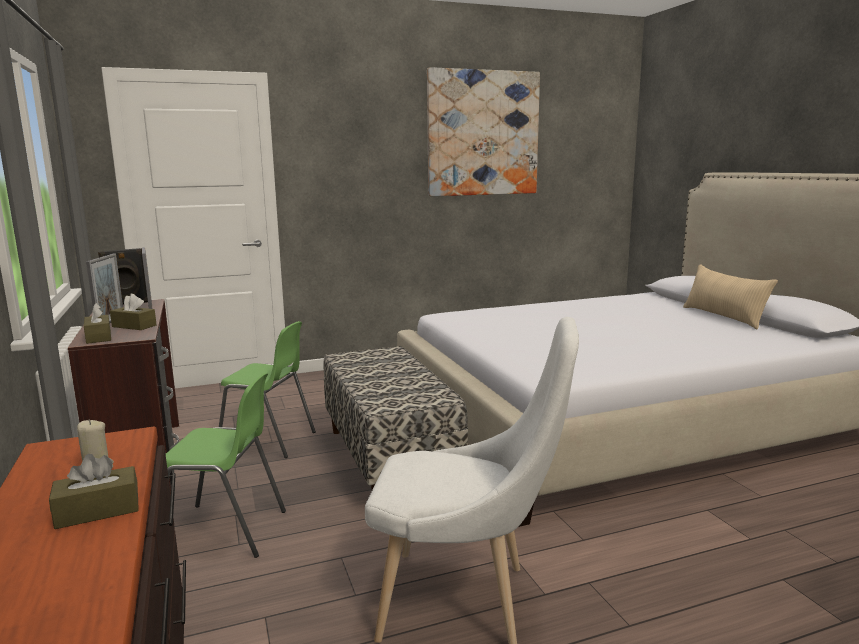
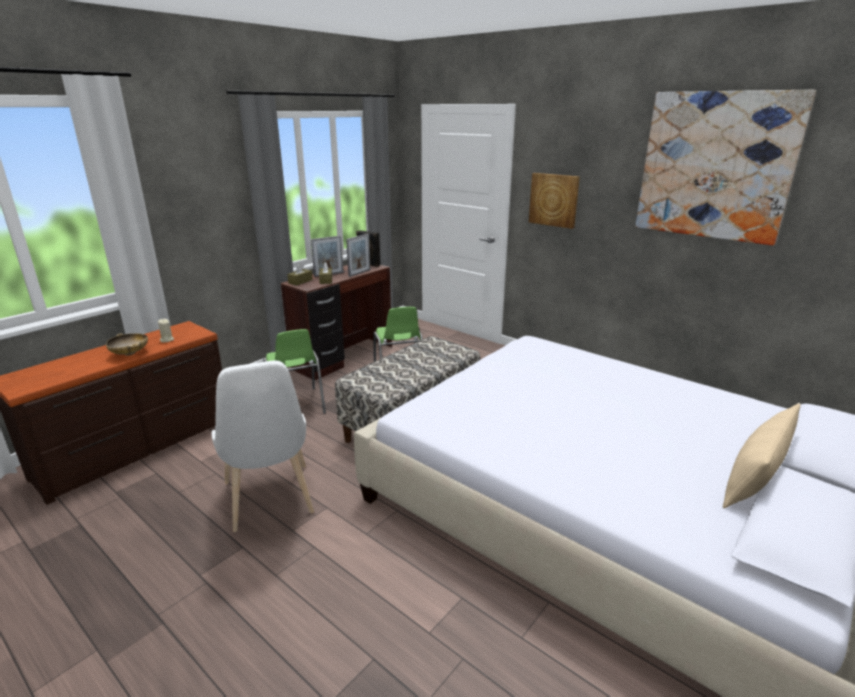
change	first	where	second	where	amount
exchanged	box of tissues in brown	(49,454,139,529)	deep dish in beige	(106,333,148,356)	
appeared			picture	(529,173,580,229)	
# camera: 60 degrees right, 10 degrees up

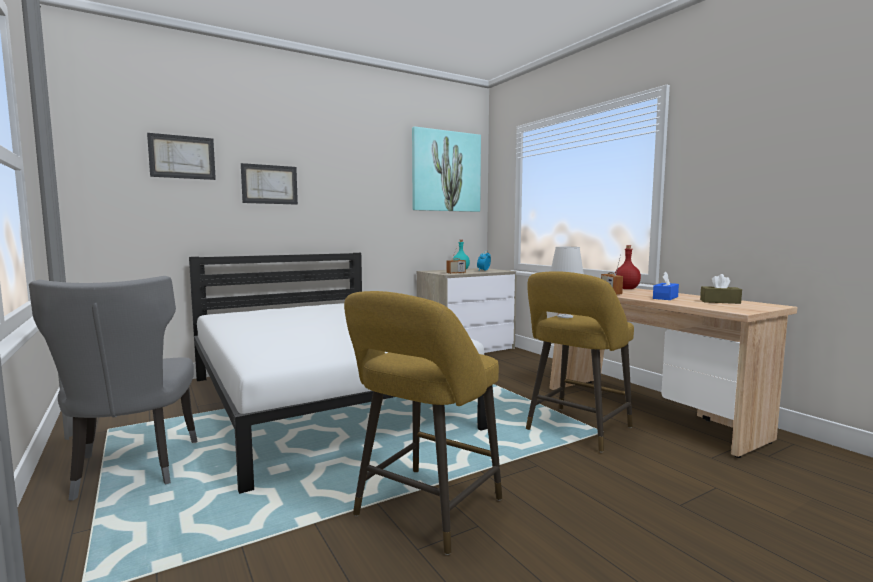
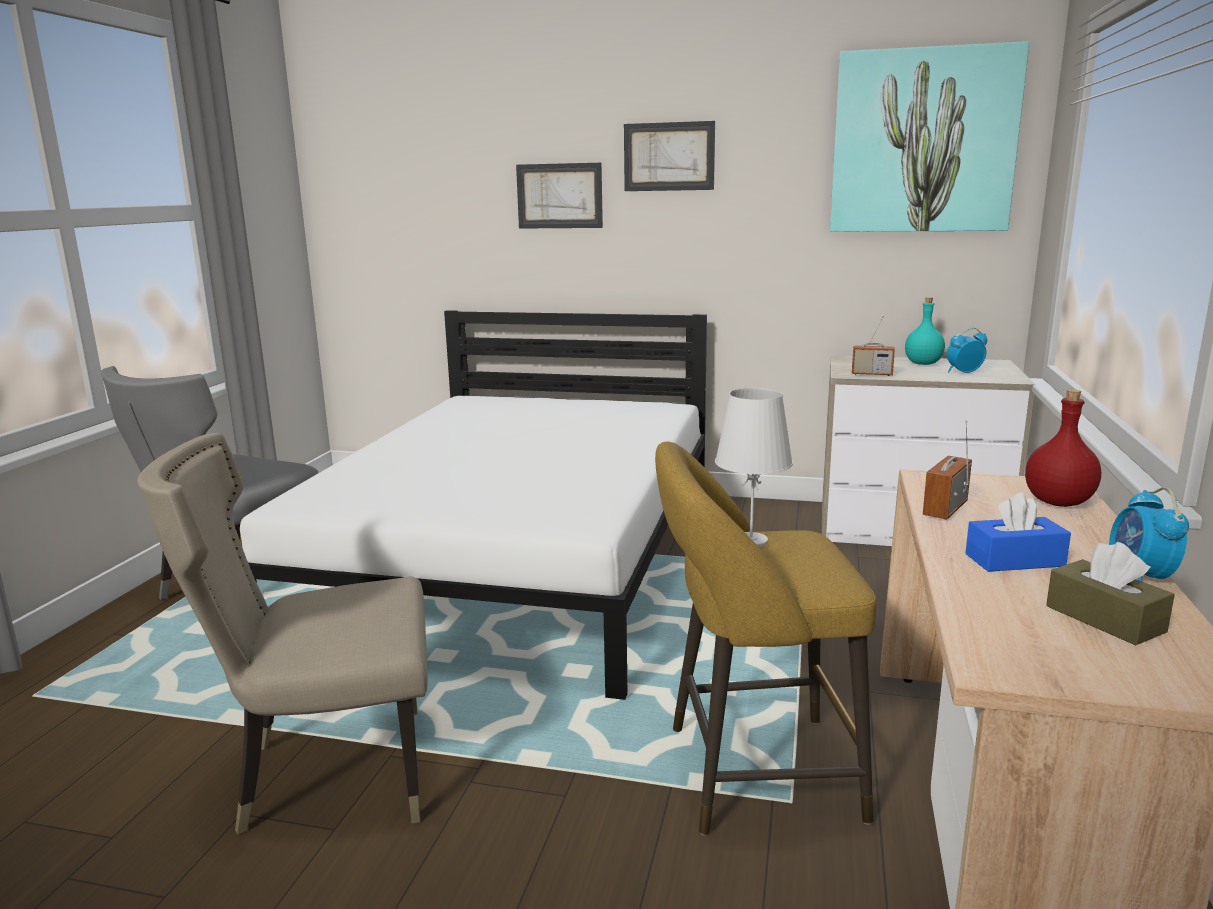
change	first	where	second	where	amount
relocated	picture	(147,133,216,180)		(624,121,715,191)	
exchanged	stool in yellow-coloured	(344,291,502,555)	plain chair in beige	(137,433,428,835)	
appeared			table clock	(1109,487,1189,581)	
# camera: 45 degrees right, 10 degrees up

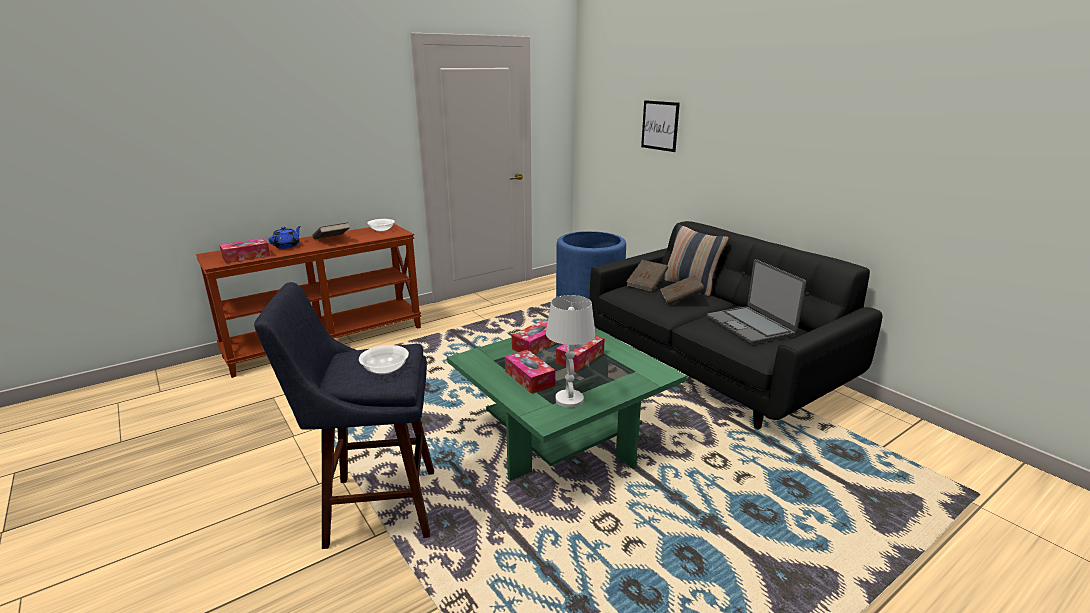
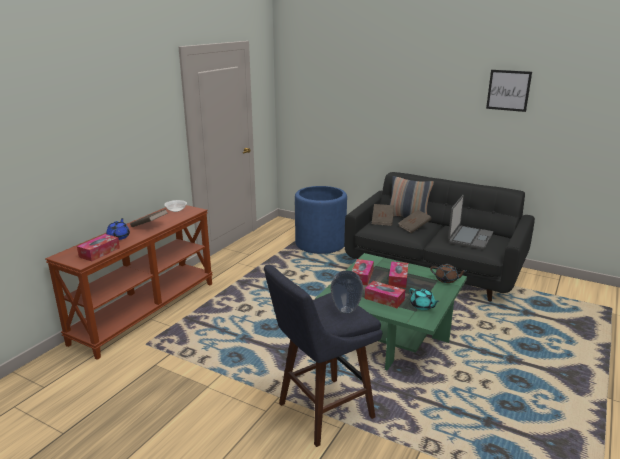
change	first	where	second	where	amount
exchanged	deep dish	(359,345,409,374)	vase	(330,271,363,314)	
exchanged	lamp for a table in white	(546,295,596,408)	pot for tea in blue-green	(409,288,440,310)	
relocated	picture	(641,100,680,152)		(486,70,532,112)	
spun	notebook computer	(707,259,806,344)		(448,195,493,249)	105 degrees counterclockwise
appeared			pot for tea in brown	(430,264,466,283)	
# camera: 25 degrees left, 0 degrees up

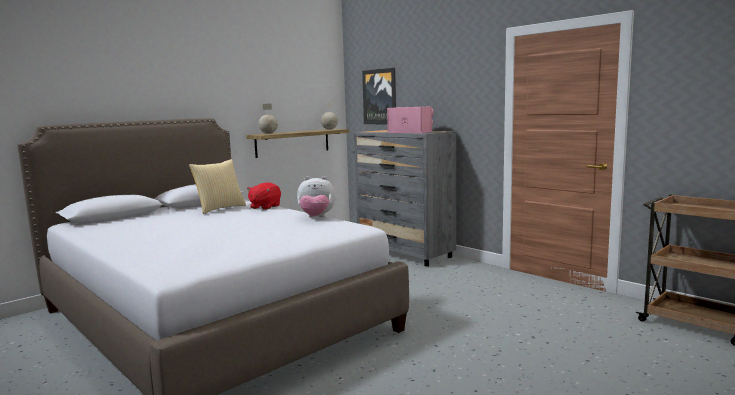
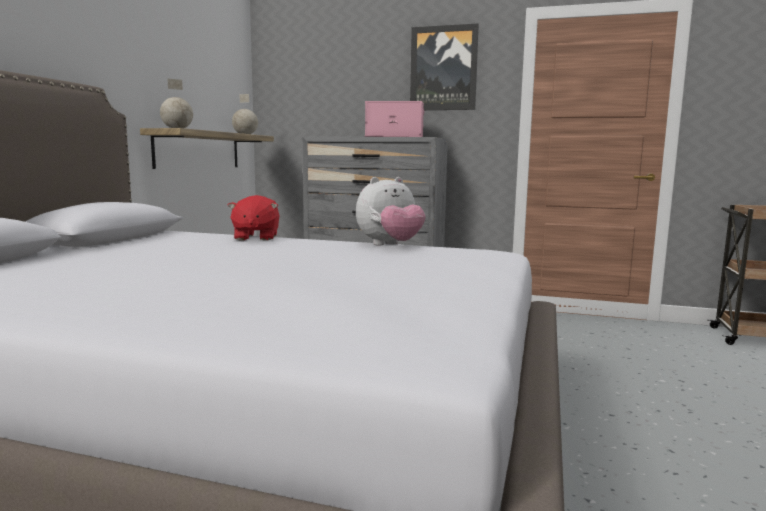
change	first	where	second	where	amount
missing	throw pillow	(189,159,246,214)			
relocated	picture	(362,68,396,124)		(410,23,479,110)	
# camera: 30 degrees left, 0 degrees up

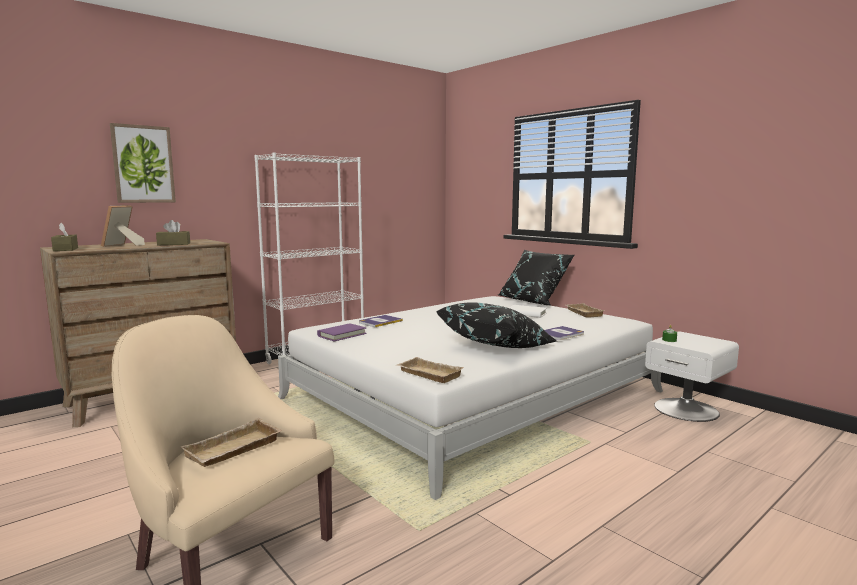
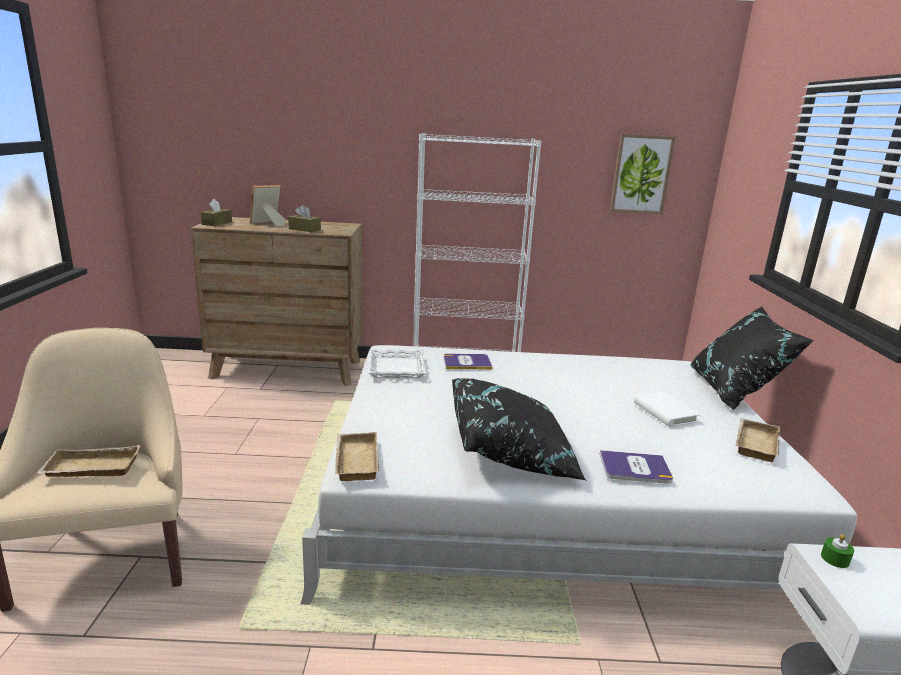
change	first	where	second	where	amount
relocated	picture	(110,123,176,203)		(610,134,675,214)	
exchanged	volume in purple-coloured	(317,323,367,341)	tray in white	(368,349,426,378)	
# camera: 40 degrees right, 10 degrees up

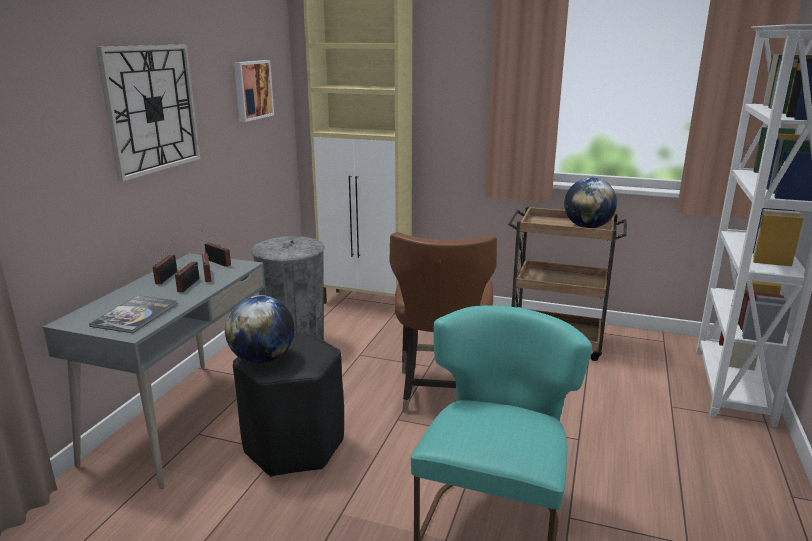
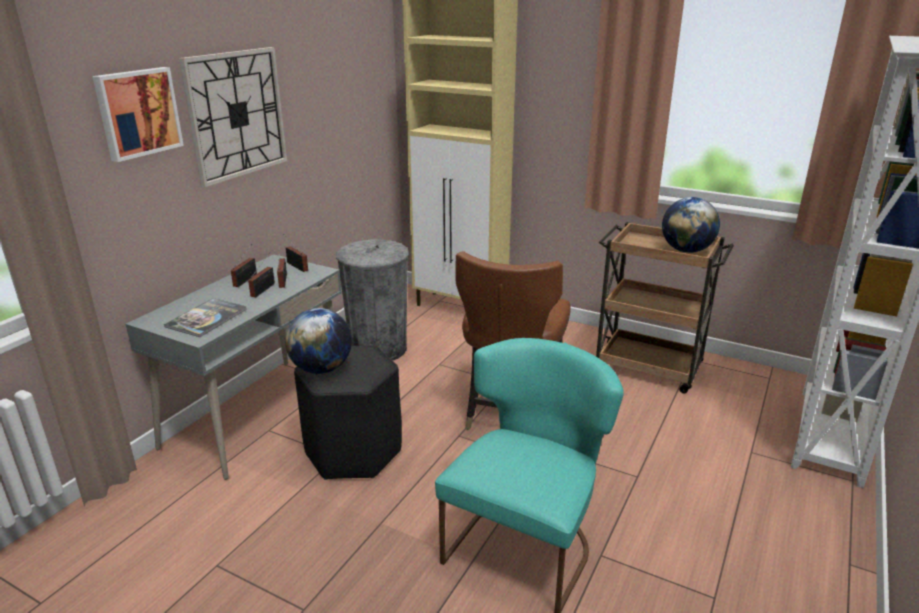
change	first	where	second	where	amount
relocated	picture	(234,60,274,122)		(92,67,184,162)	
# camera: 10 degrees right, 5 degrees up

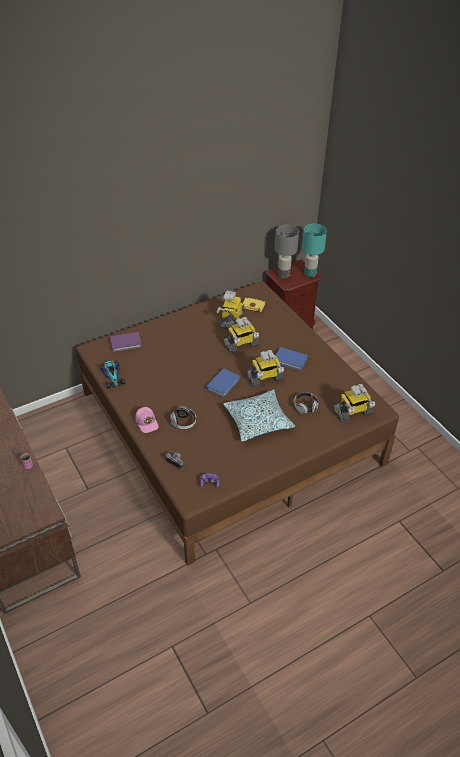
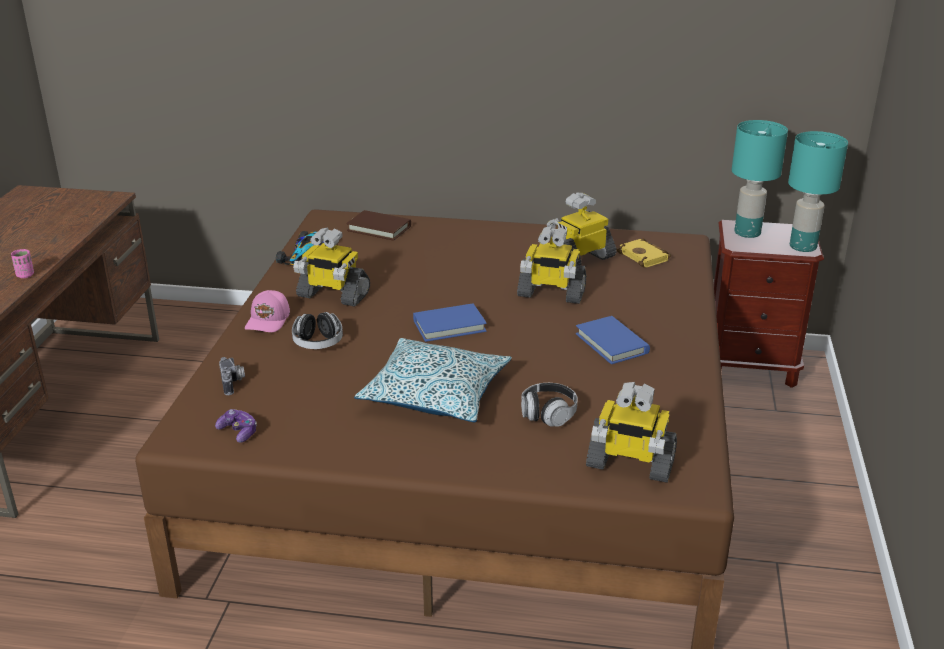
change	first	where	second	where	amount
colour	volume in purple-coloured	(110,332,142,352)	volume in brown	(346,210,411,241)	
relocated	toy robot	(247,350,284,387)		(293,227,370,307)	
colour	lamp for a table in grey	(275,225,299,279)	lamp for a table in blue-green	(732,120,788,238)	
# camera: 40 degrees right, 15 degrees down

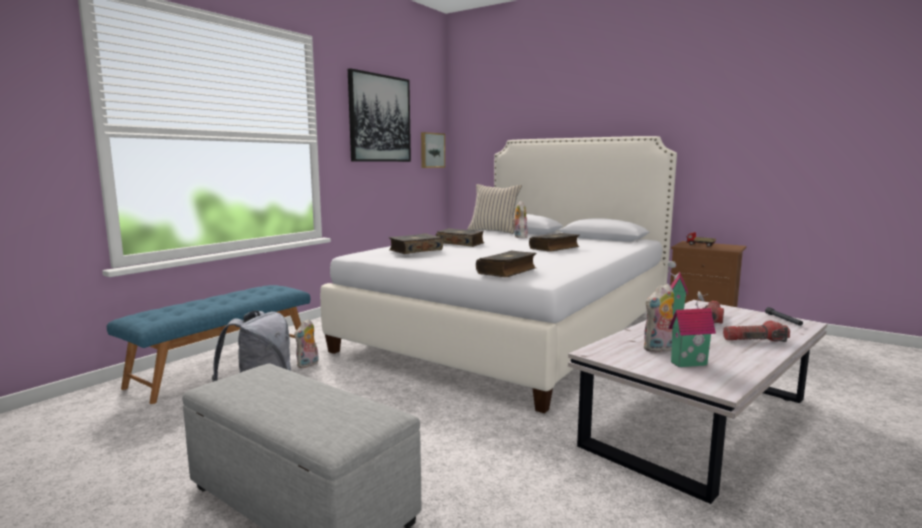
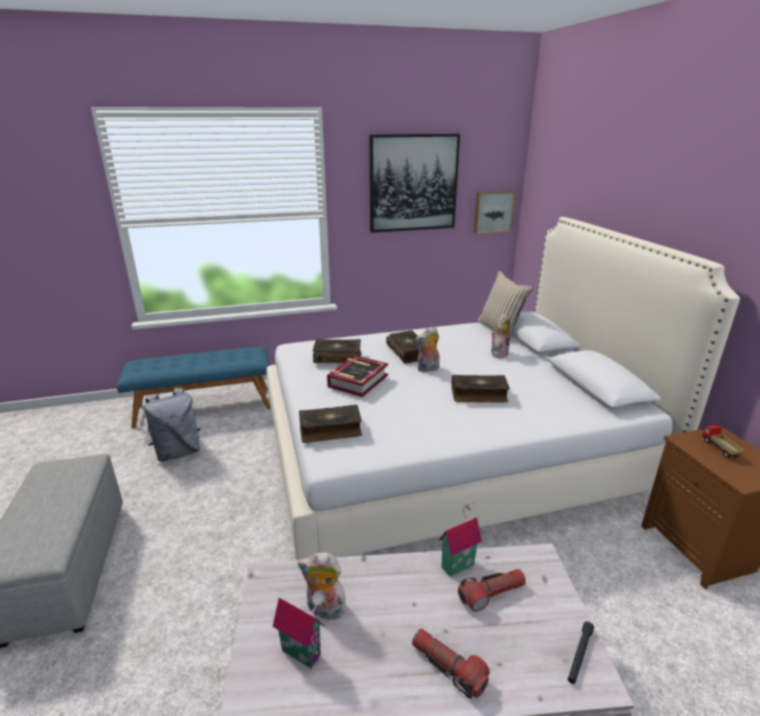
change	first	where	second	where	amount
relocated	soft toy	(294,319,319,368)		(415,327,440,372)	
appeared			volume	(327,355,388,397)	
# camera: 40 degrees right, 15 degrees up

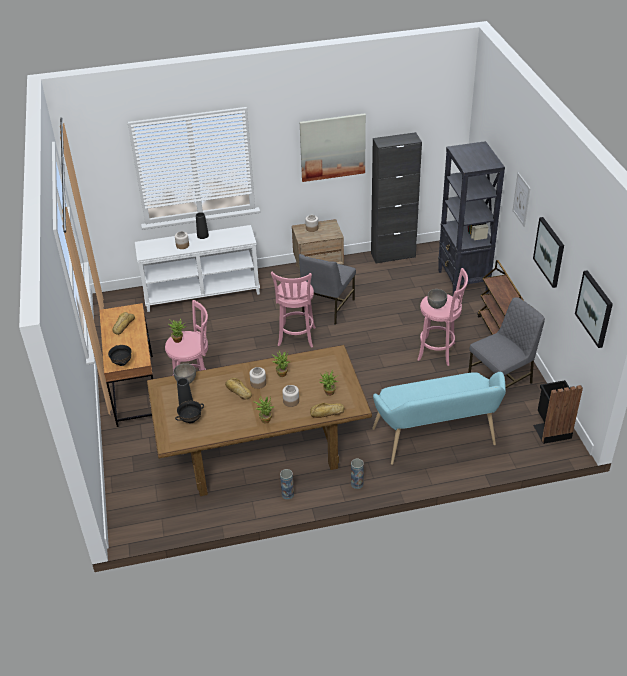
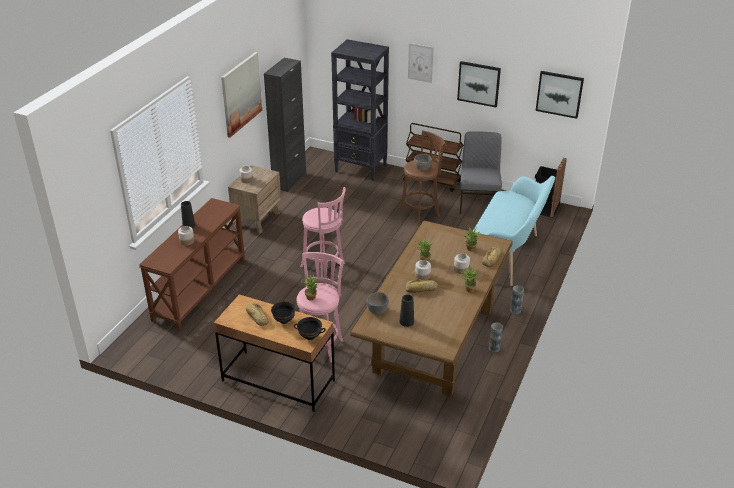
change	first	where	second	where	amount
colour	hall table in white	(135,225,260,312)	hall table in brown	(139,198,245,330)	
relocated	deep dish in blackish	(175,401,204,424)		(271,301,296,324)	
missing	plain chair in grey	(299,254,356,325)			
colour	stool in pink-coloured	(417,268,468,366)	stool in brown	(399,130,446,225)	
# camera: 55 degrees left, 5 degrees down

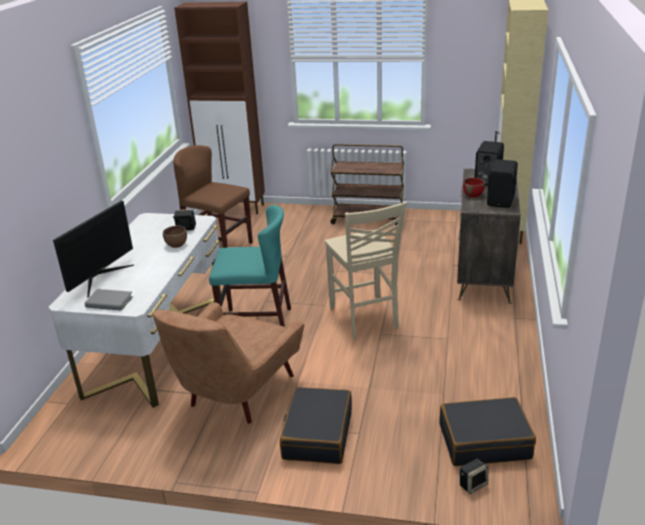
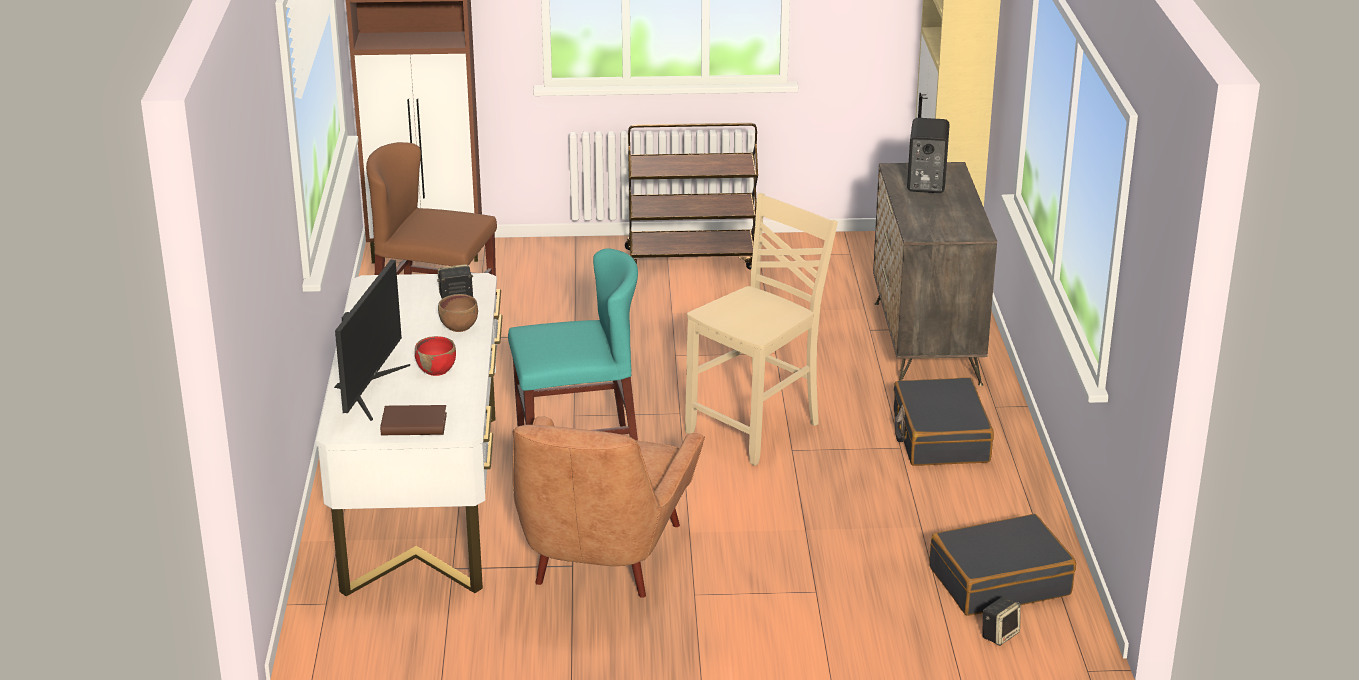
change	first	where	second	where	amount
colour	volume in grey	(85,289,133,310)	volume in brown	(380,405,447,435)	
relocated	travel case in blackish	(280,387,352,464)		(894,377,994,466)	
spun	plain chair in beige	(325,201,407,339)		(685,193,838,466)	105 degrees counterclockwise
relocated	deep dish in red	(463,178,485,198)		(415,336,456,376)	
missing	speaker in blackish	(487,159,518,208)			
# camera: 15 degrees left, 0 degrees up

